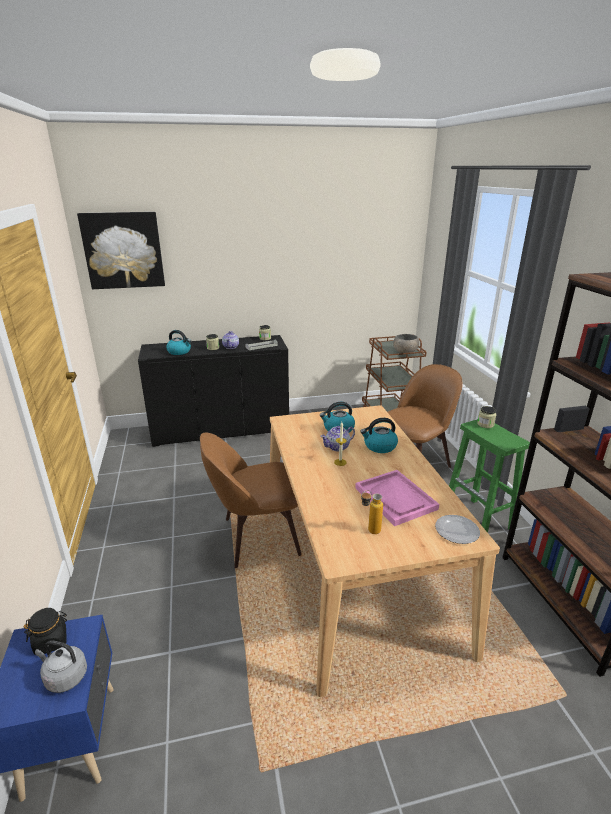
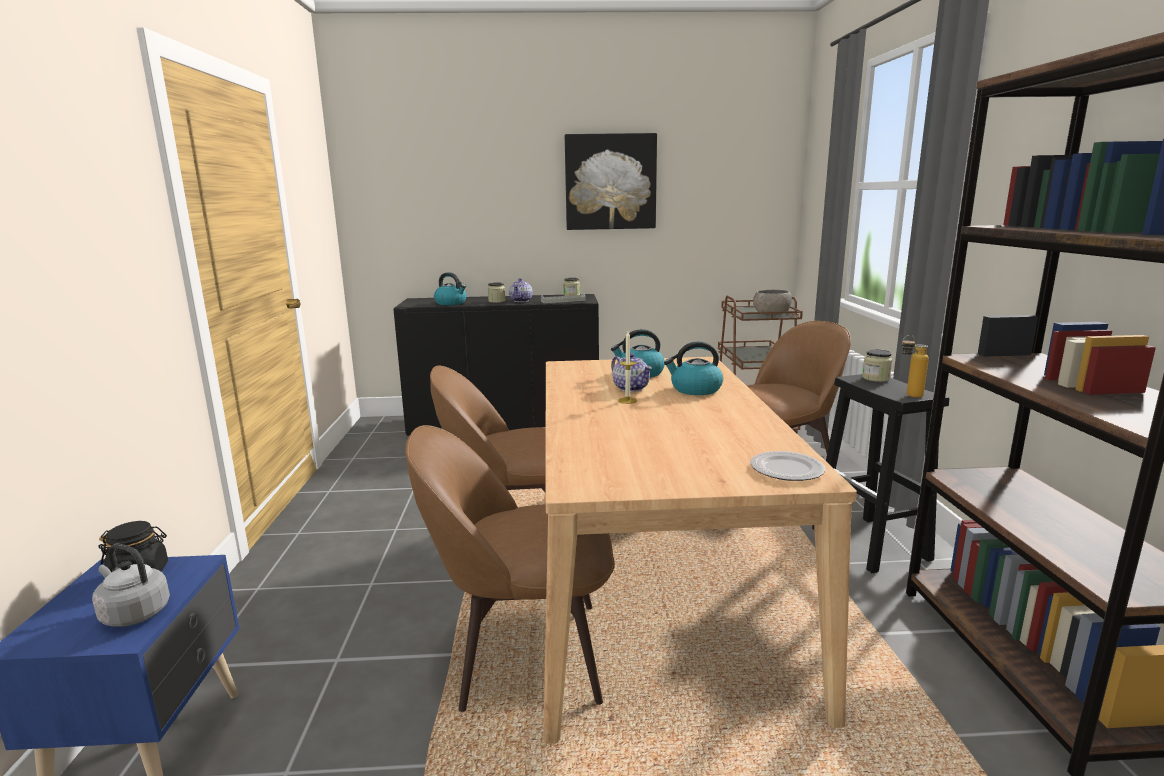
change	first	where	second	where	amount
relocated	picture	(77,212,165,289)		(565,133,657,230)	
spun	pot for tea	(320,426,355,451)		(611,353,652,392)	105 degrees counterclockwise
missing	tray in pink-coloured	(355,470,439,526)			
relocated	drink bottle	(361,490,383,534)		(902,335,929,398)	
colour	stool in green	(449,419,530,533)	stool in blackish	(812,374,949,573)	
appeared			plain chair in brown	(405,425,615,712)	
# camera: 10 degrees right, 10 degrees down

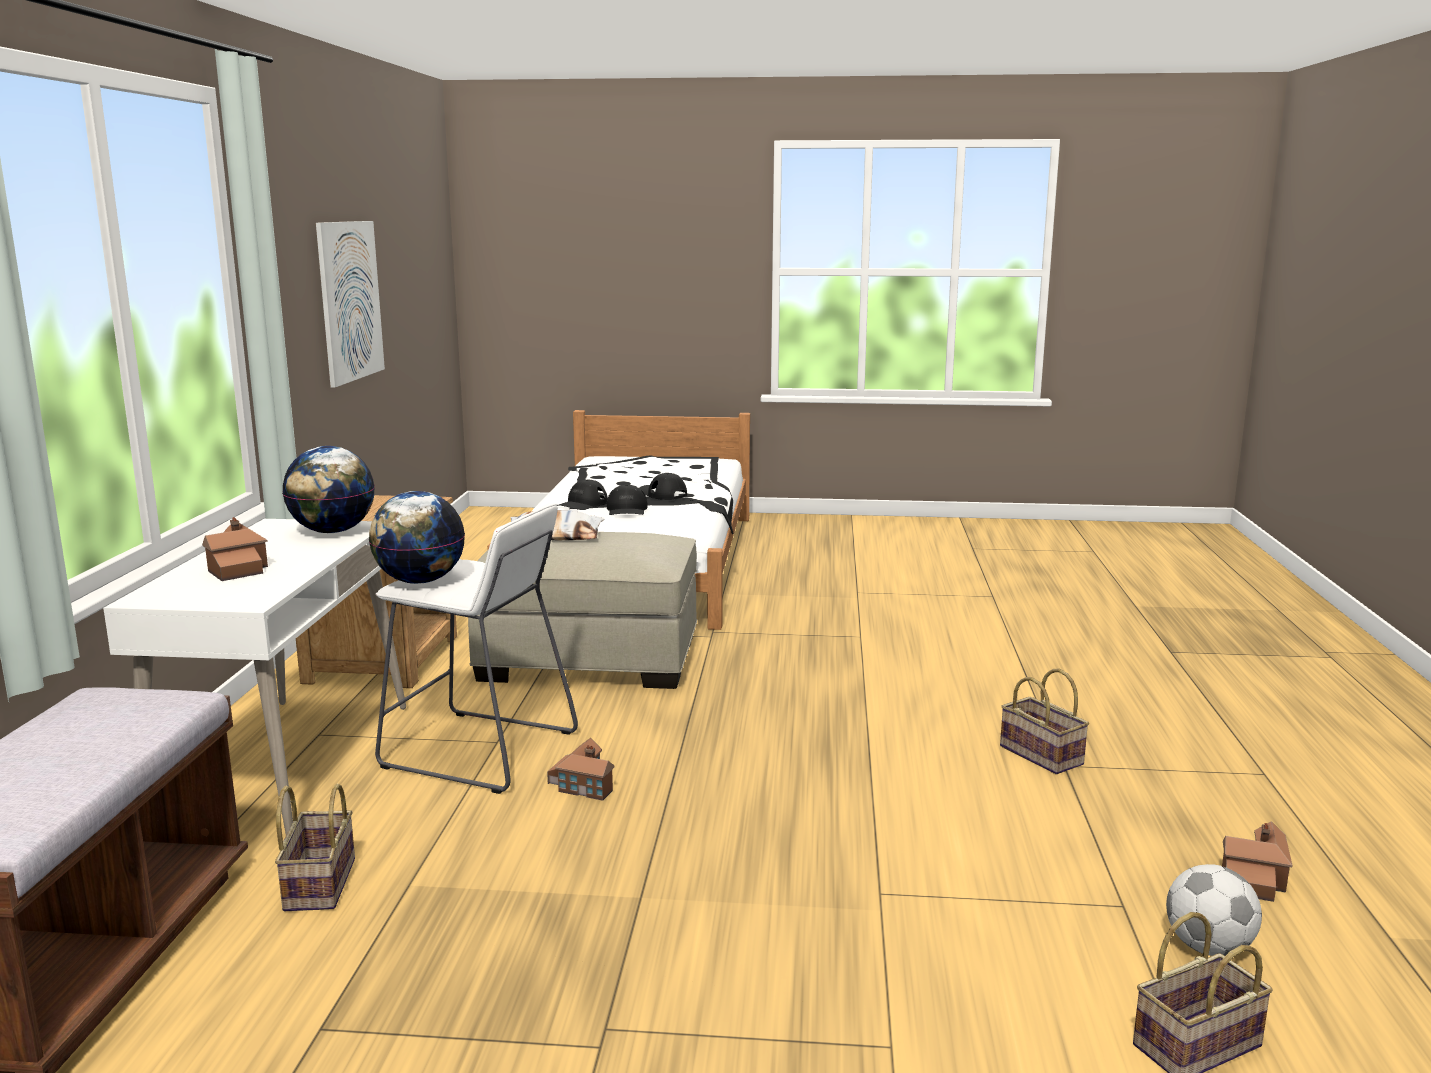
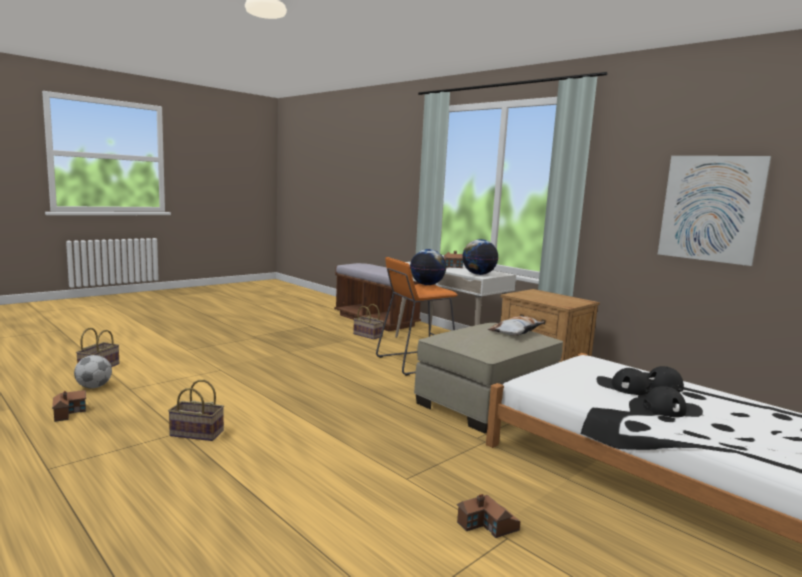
change	first	where	second	where	amount
colour	stool in white	(375,503,578,794)	stool in orange-coloured	(376,257,458,376)	
relocated	toy house	(547,738,614,801)		(457,494,521,538)	
# camera: 130 degrees right, 5 degrees down

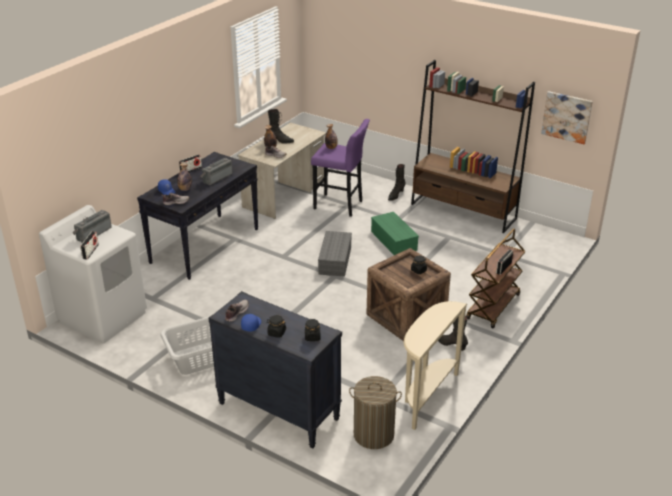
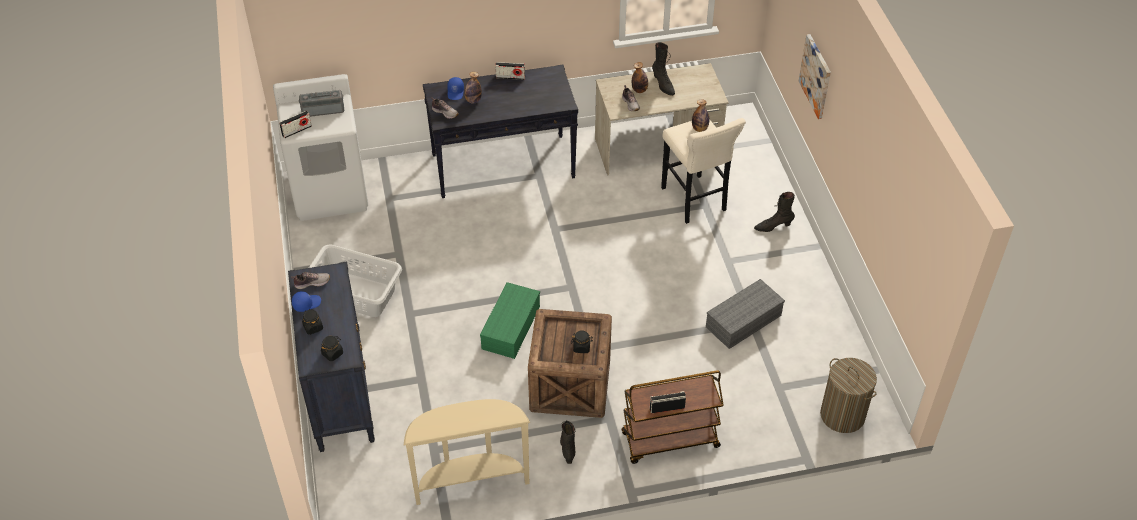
change	first	where	second	where	amount
missing	radio set	(200,158,233,185)			
colour	stool in purple-coloured	(311,119,370,217)	stool in beige	(661,118,746,224)	
relocated	storage bin in grey	(318,231,352,277)		(706,279,785,349)	
relocated	washing basket	(349,376,402,449)		(820,358,877,433)	
relocated	storage bin in green	(371,212,419,255)		(480,282,540,359)	
missing	bookcase in brown	(411,60,535,233)			
relocated	picture	(541,91,593,144)		(799,34,831,119)	
# camera: 45 degrees right, 15 degrees up

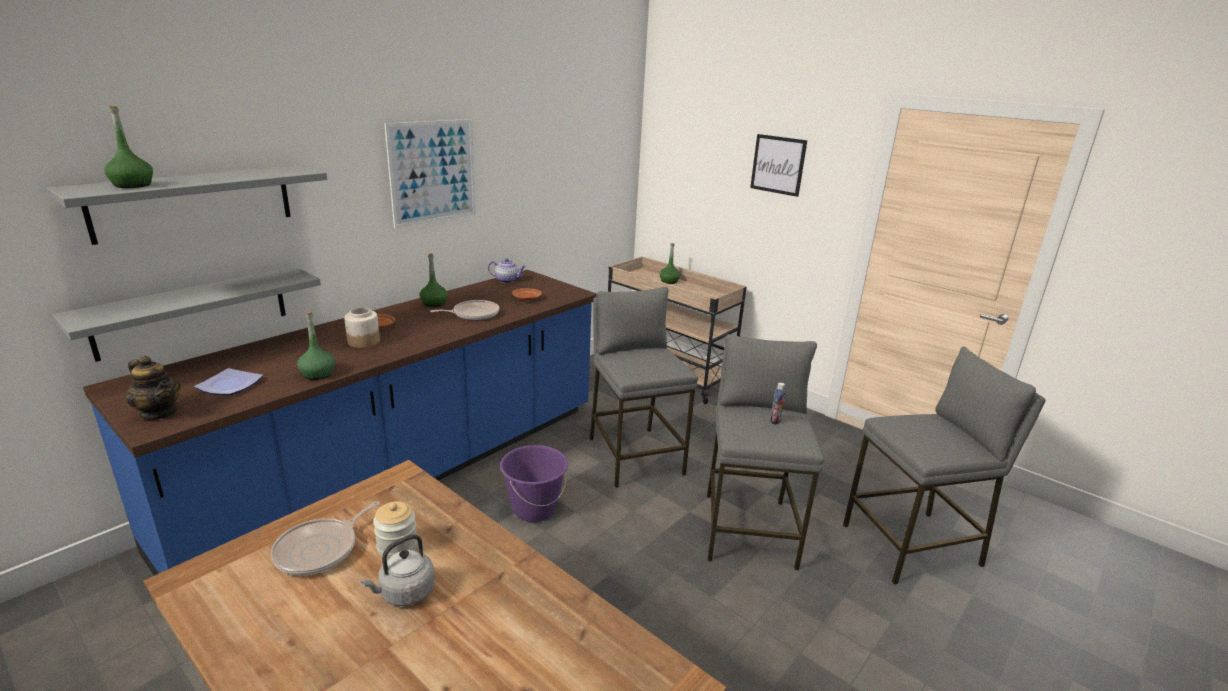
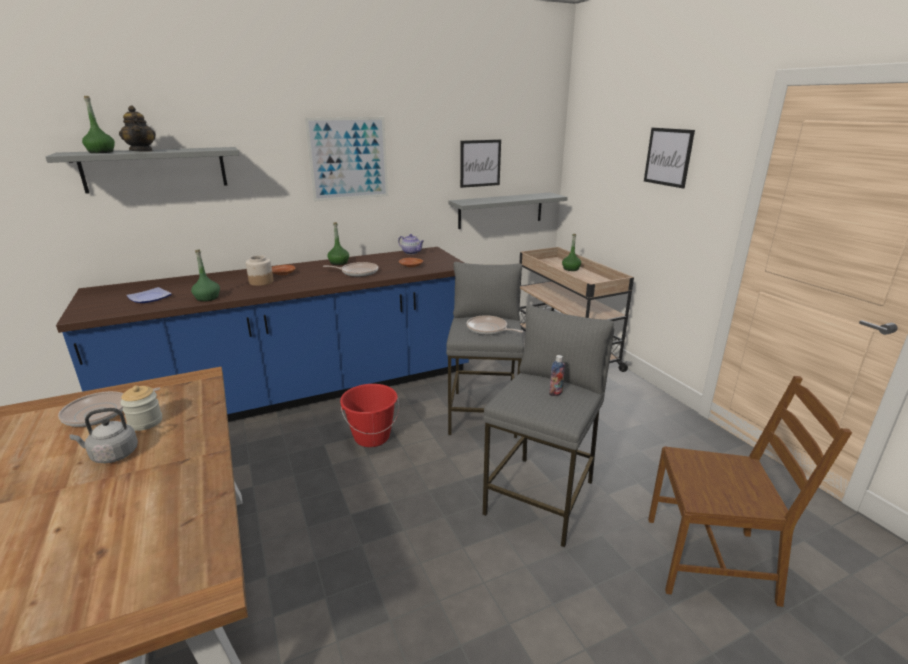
change	first	where	second	where	amount
relocated	bracket shelf in grey	(52,267,321,362)		(448,192,568,229)	
relocated	pot for tea	(125,356,181,420)		(119,106,156,152)	
colour	water bucket in purple-coloured	(500,445,568,522)	water bucket in red	(340,384,399,447)	
exchanged	stool in grey	(843,346,1045,585)	plain chair in brown	(648,376,852,607)	
appeared			picture	(460,140,501,188)	
appeared			pan	(467,315,523,335)	
# camera: 25 degrees right, 0 degrees up

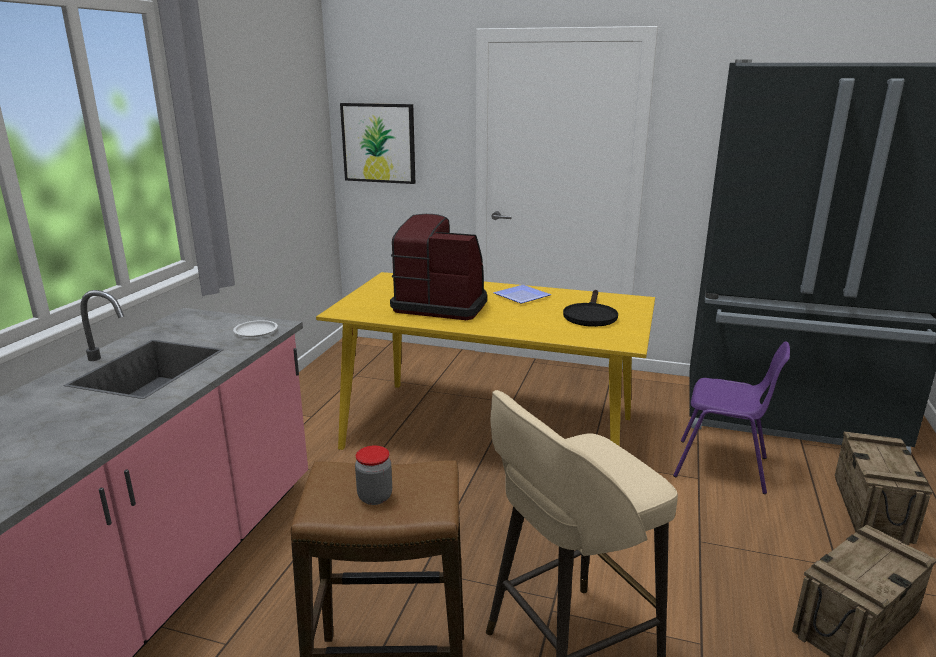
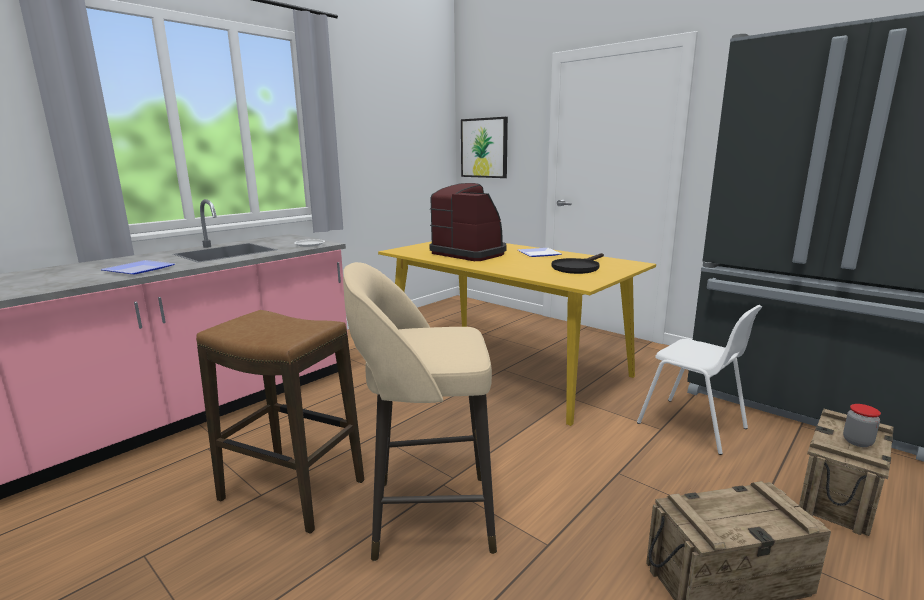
change	first	where	second	where	amount
relocated	preserve jar	(355,446,392,505)		(843,404,881,447)	
colour	plain chair in purple-coloured	(673,341,790,494)	plain chair in white	(637,305,762,455)	
appeared			plate	(101,260,175,274)	
# camera: 25 degrees right, 5 degrees down

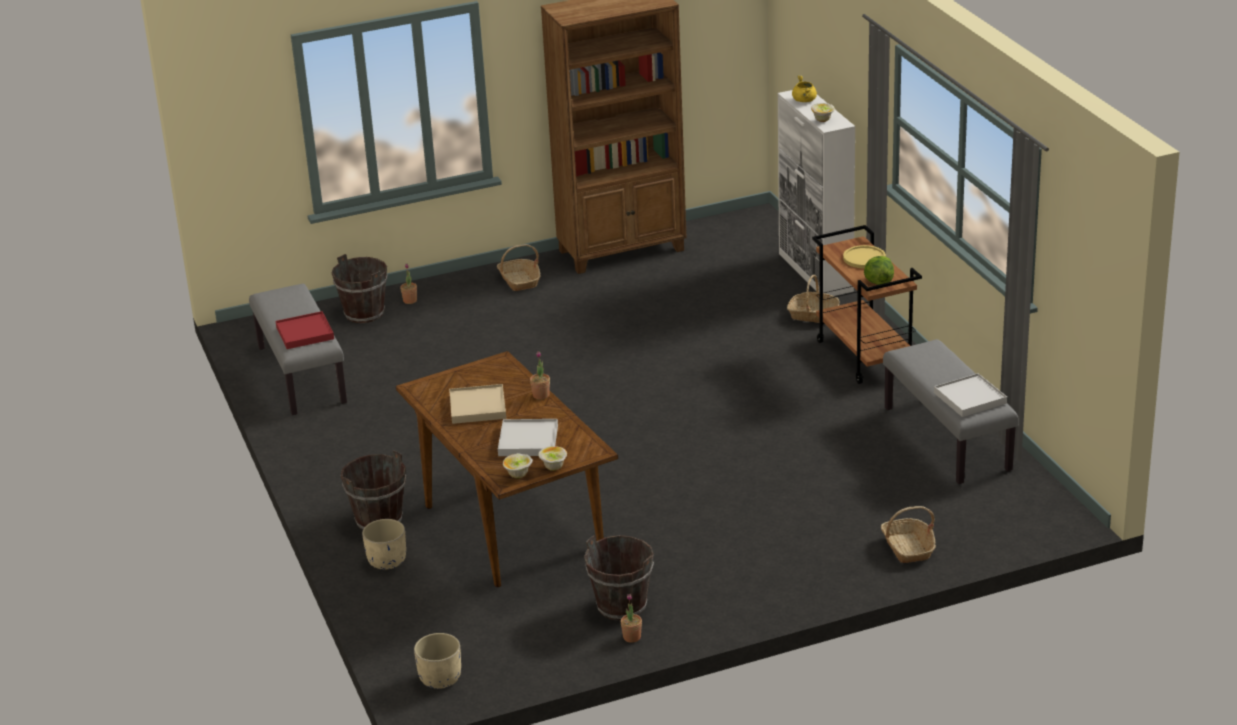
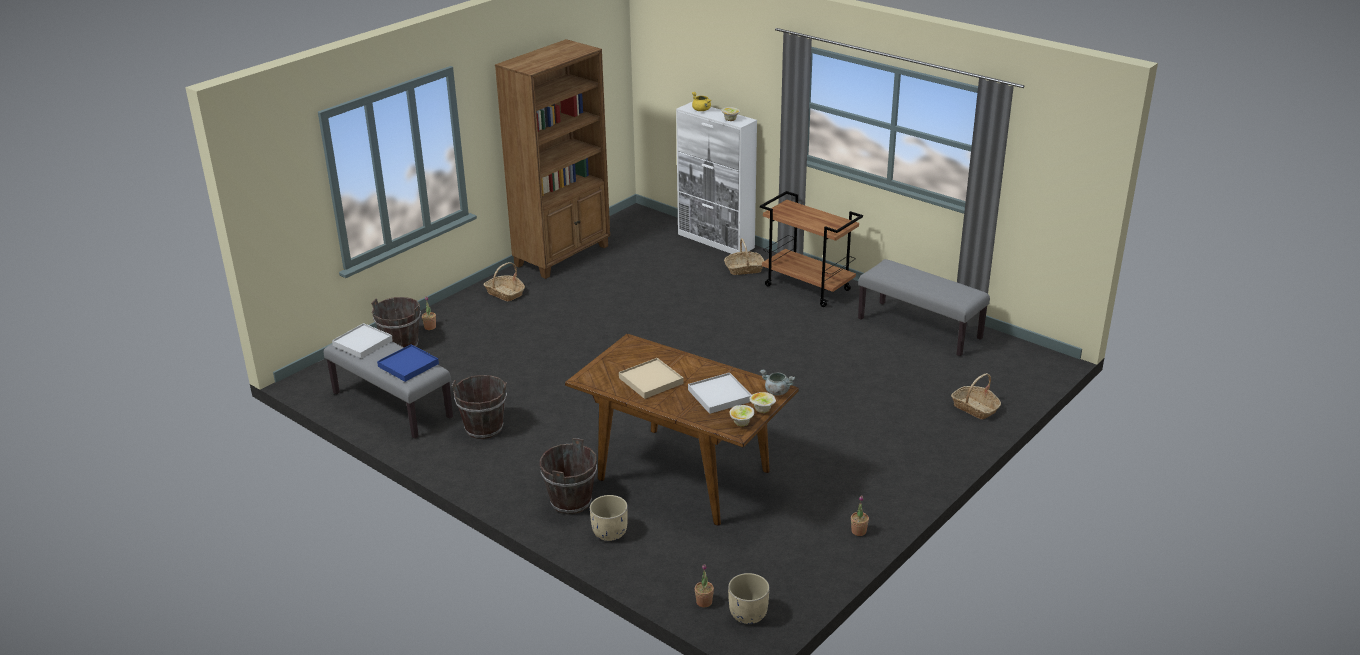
change	first	where	second	where	amount
colour	tray in red	(276,311,334,349)	tray in blue	(377,344,439,382)	
relocated	potted plant	(530,351,550,400)		(695,564,714,608)	
relocated	water bucket in brown	(584,535,654,621)		(452,375,507,439)	
missing	plate in yellow-coloured	(843,245,886,268)			
missing	lettuce	(864,256,894,285)			
relocated	tray in white	(934,373,1007,417)		(332,323,393,358)	
appeared			cooking pot in grey	(760,370,795,396)	
# camera: 30 degrees left, 0 degrees up

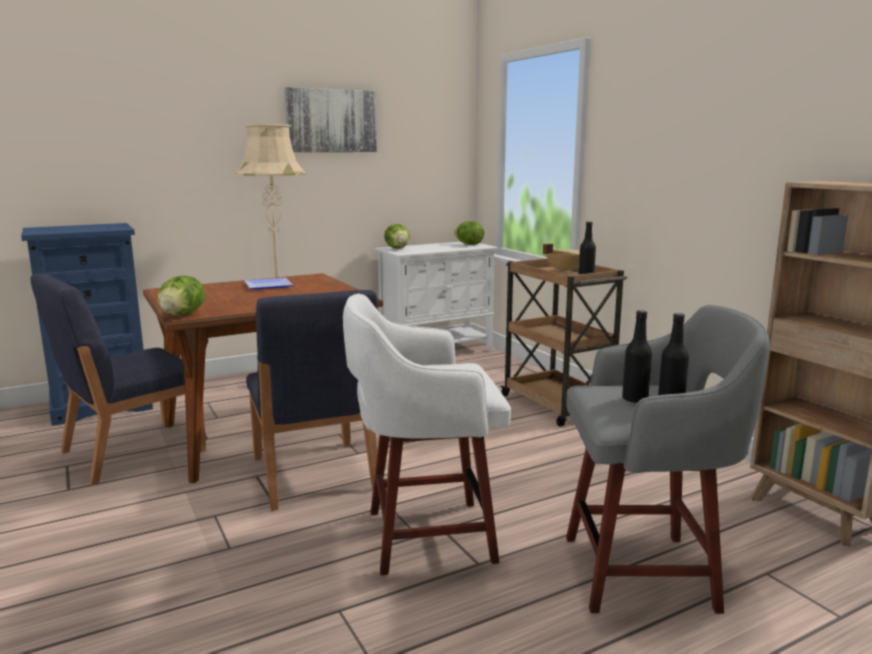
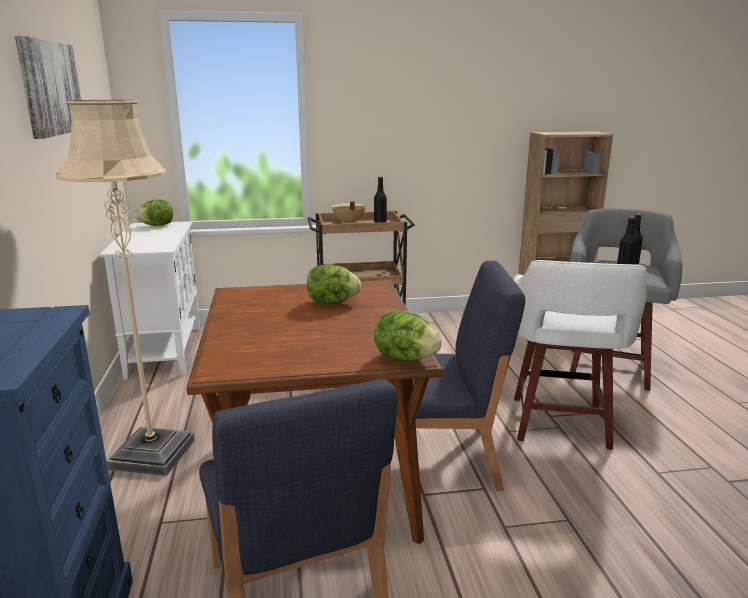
change	first	where	second	where	amount
missing	plate	(245,278,293,289)			
relocated	lettuce	(384,224,410,249)		(307,264,361,304)	
# camera: 70 degrees left, 5 degrees up

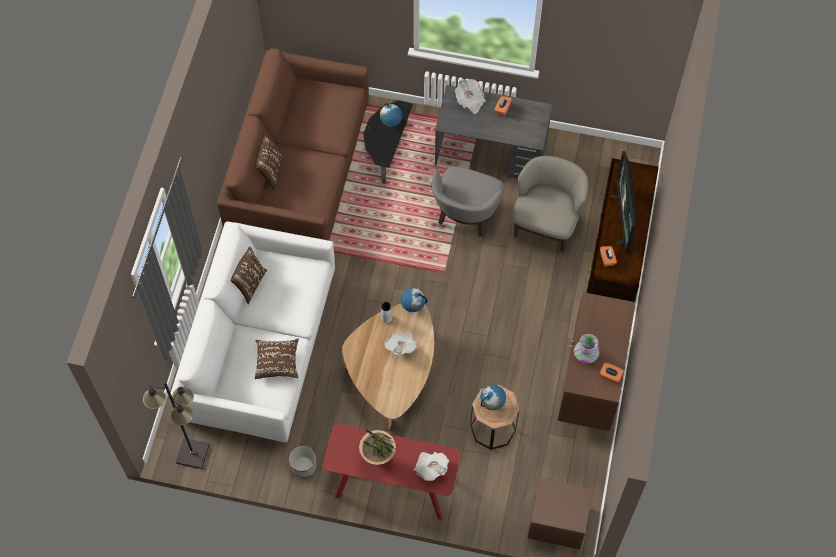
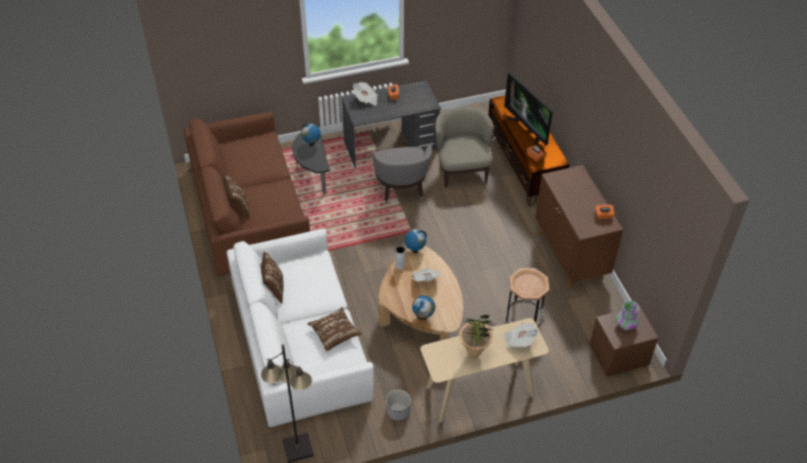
change	first	where	second	where	amount
colour	hall table in red	(322,424,461,521)	hall table in beige	(420,318,549,423)	
relocated	world globe	(480,385,506,410)		(412,296,435,320)	
relocated	vase	(574,334,599,364)		(616,301,640,330)	
# camera: 30 degrees left, 15 degrees down

